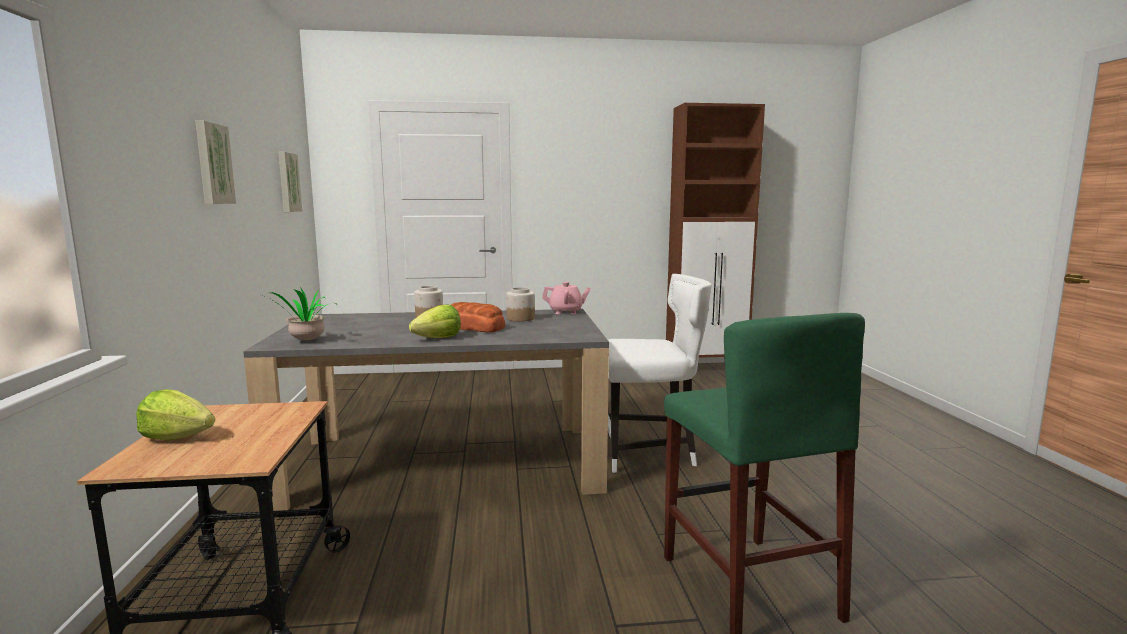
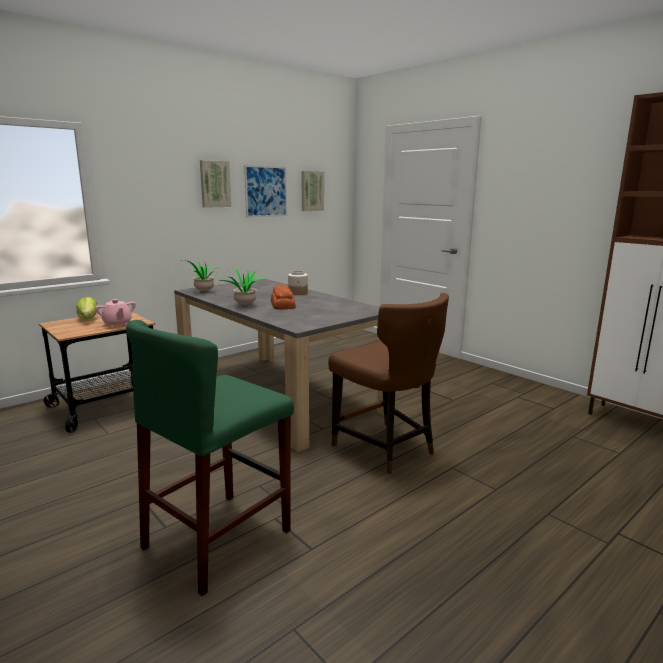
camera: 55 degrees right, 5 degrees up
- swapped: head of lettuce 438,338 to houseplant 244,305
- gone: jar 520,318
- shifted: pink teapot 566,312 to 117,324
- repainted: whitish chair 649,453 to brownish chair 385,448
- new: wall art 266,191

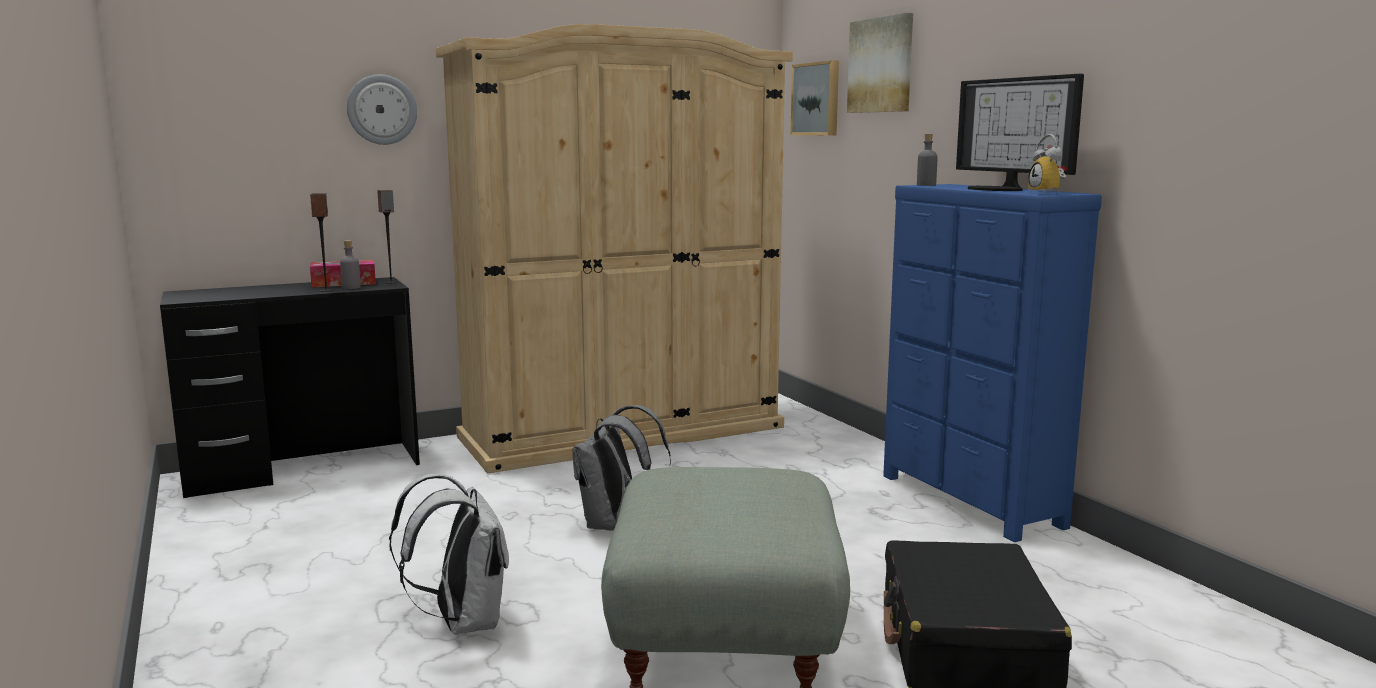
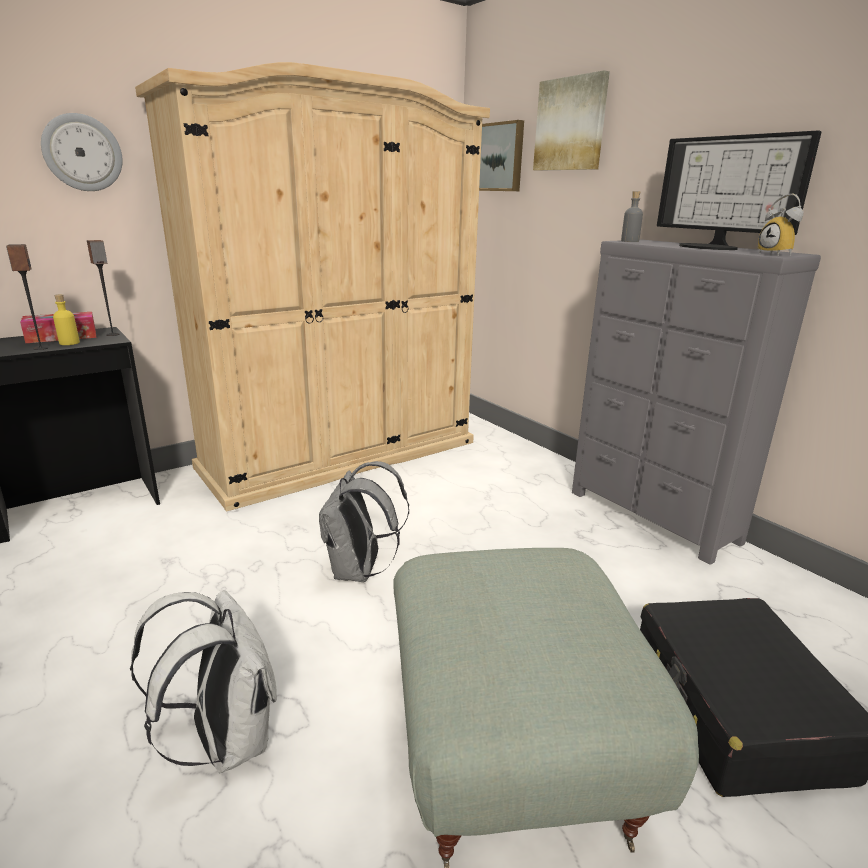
camera: 10 degrees left, 10 degrees up
- repainted: greyish beverage bottle 351,287 to yellow beverage bottle 69,343
- repainted: bluish chest of drawers 968,501 to greyish chest of drawers 651,517

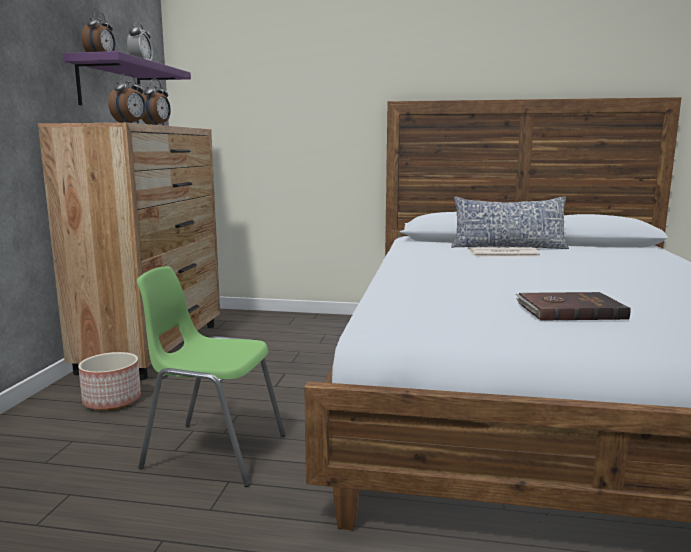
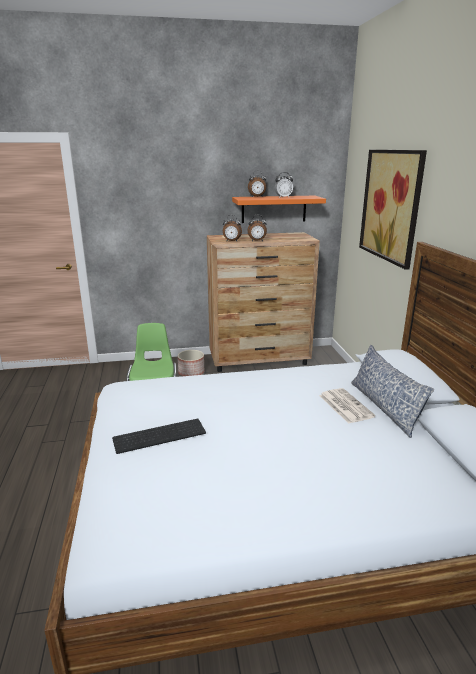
camera: 70 degrees right, 10 degrees up
- repainted: purple-coloured wall shelf 110,86 to orangey wall shelf 274,209
- swapped: brownish volume 569,310 to keyboard 160,435
- new: wall art 391,205

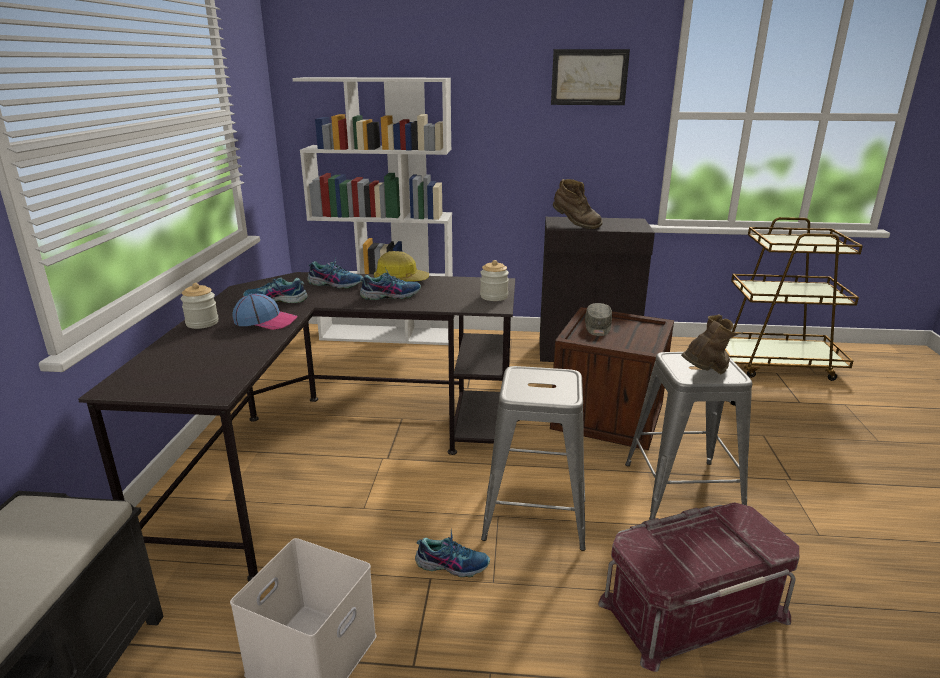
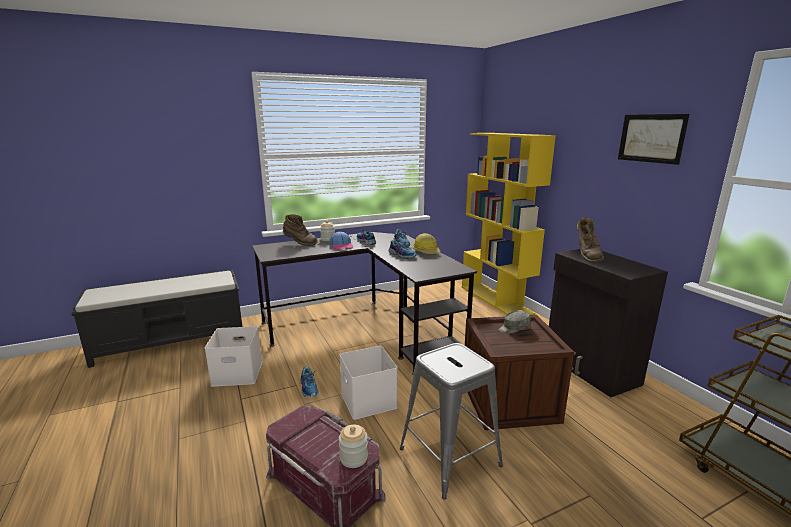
camera: 60 degrees right, 5 degrees down
- repainted: whitish bookcase 388,335 to yellow bookcase 496,300
- shifted: jar 494,296 to 353,458
- swapped: greyish stool 534,513 to whitish storage container 369,400
- shifted: brownish tall boot 706,375 to 300,244

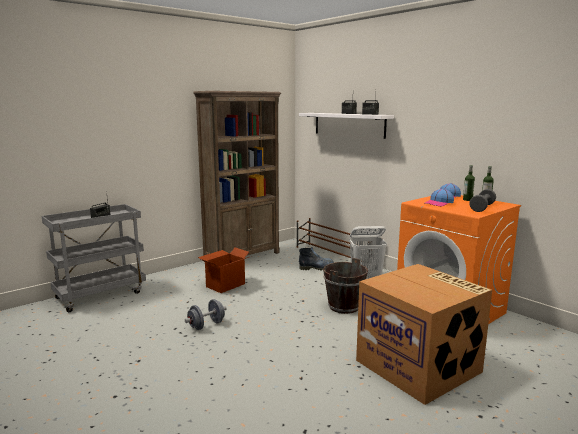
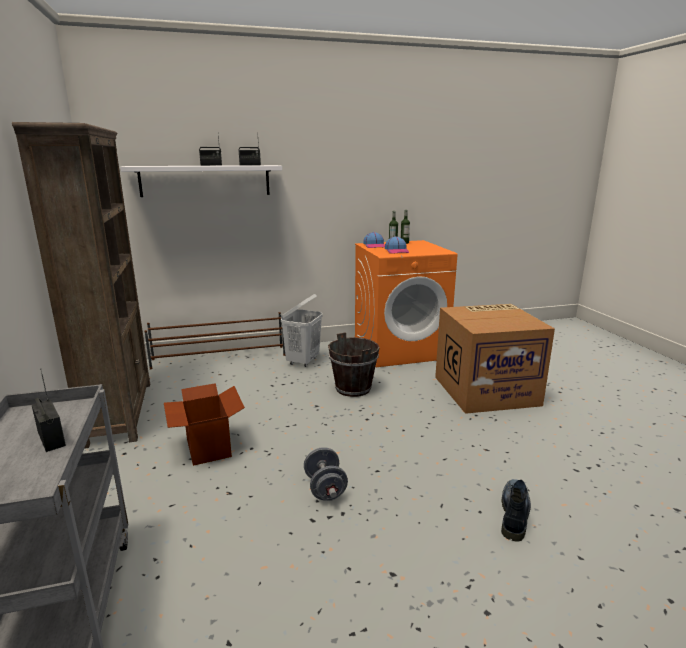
camera: 65 degrees left, 5 degrees up
- shifted: tall boot 317,268 to 514,513
- gone: greyish dumbbell 482,208

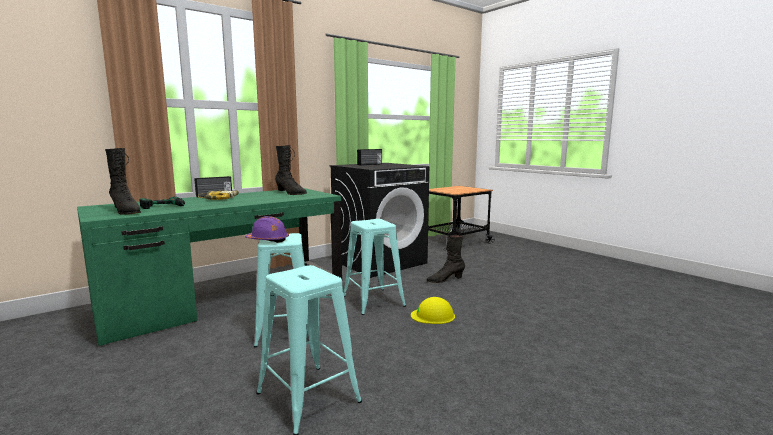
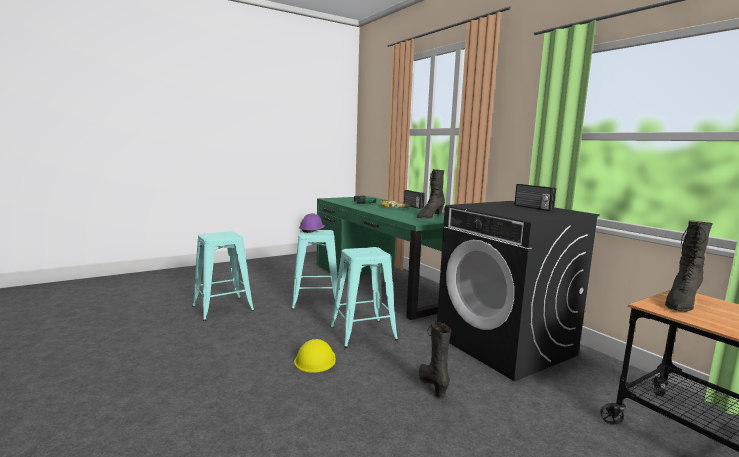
camera: 95 degrees right, 0 degrees up
- shifted: black tall boot 126,211 to 681,303

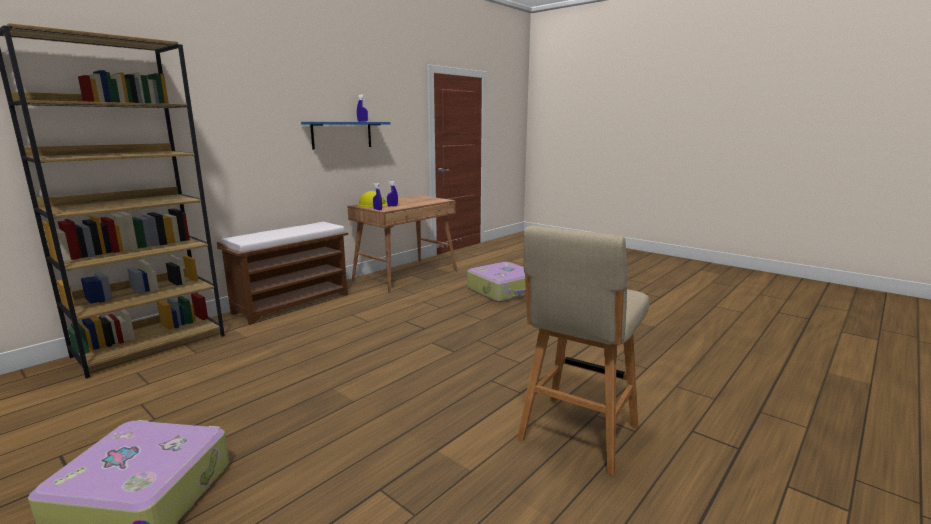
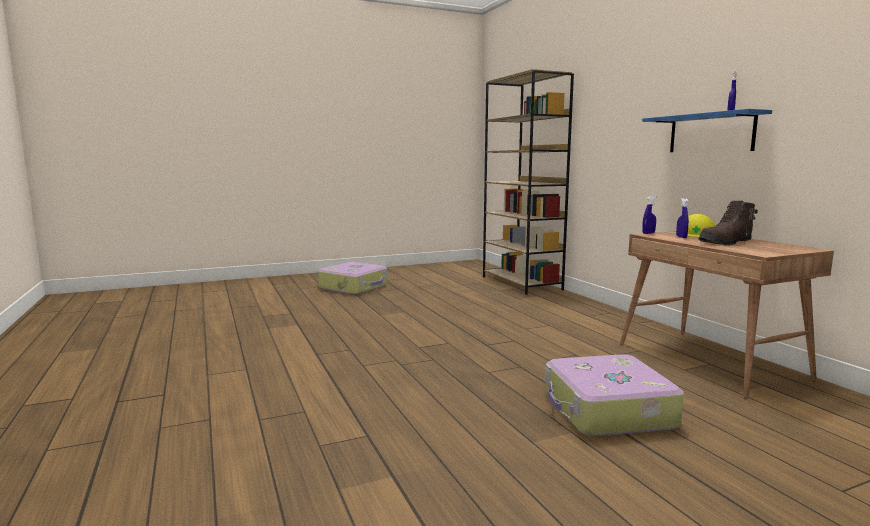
camera: 115 degrees right, 5 degrees down
- gone: brownish bench 293,303
- gone: beige-coloured stool 577,435
- new: brownish tall boot 726,243

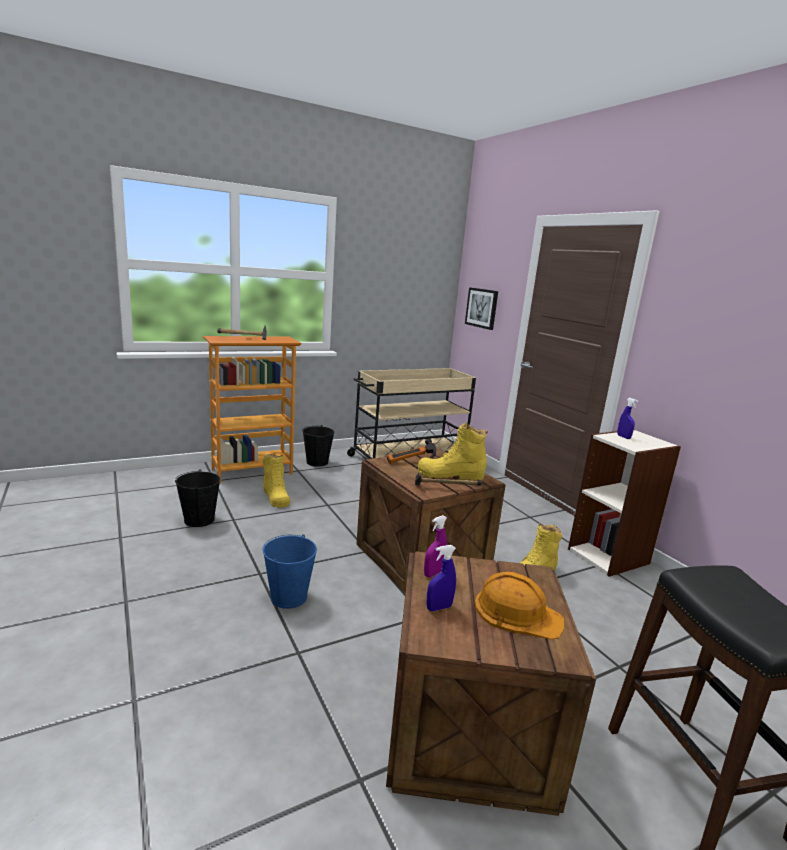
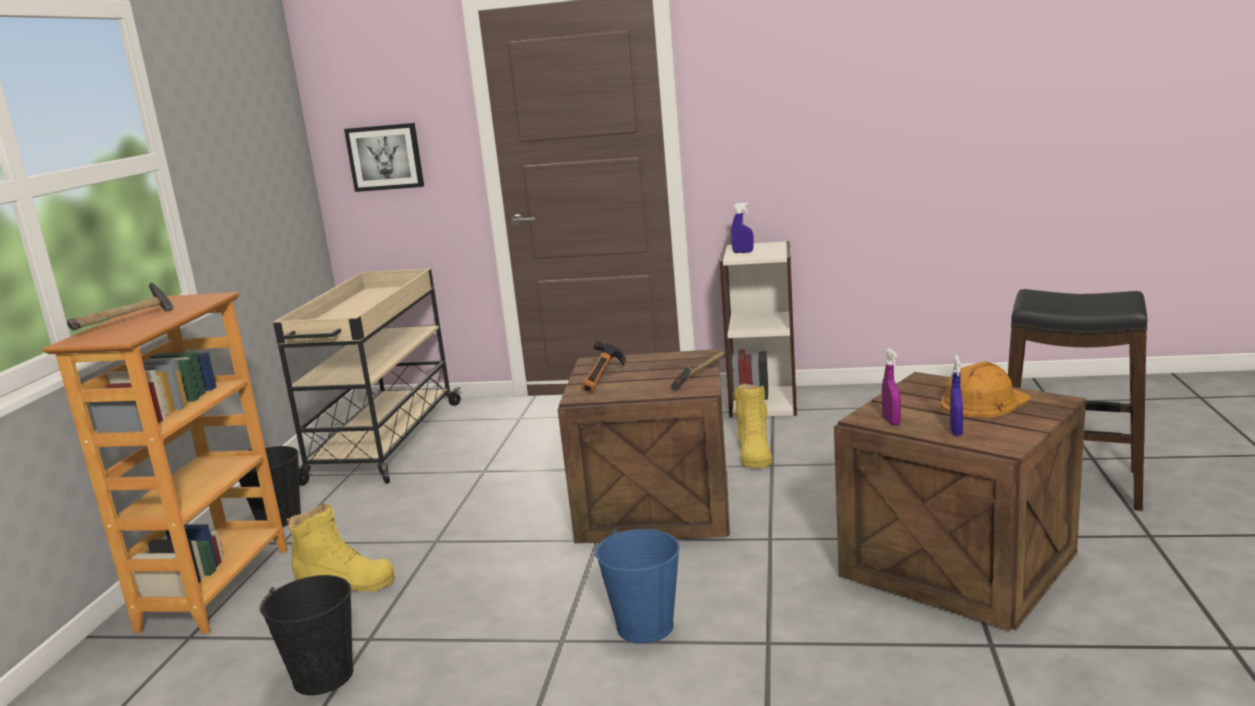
camera: 50 degrees left, 0 degrees up
- gone: yellow tall boot 450,475

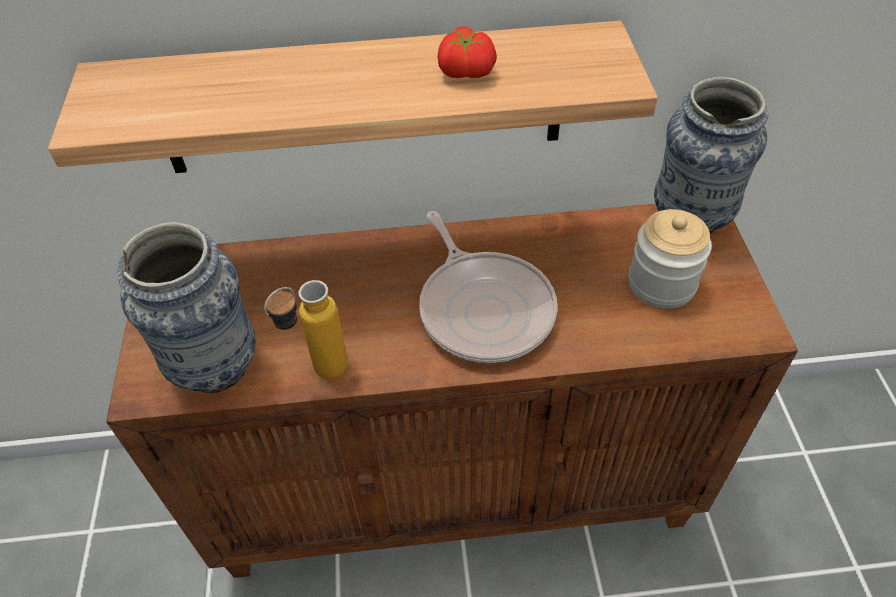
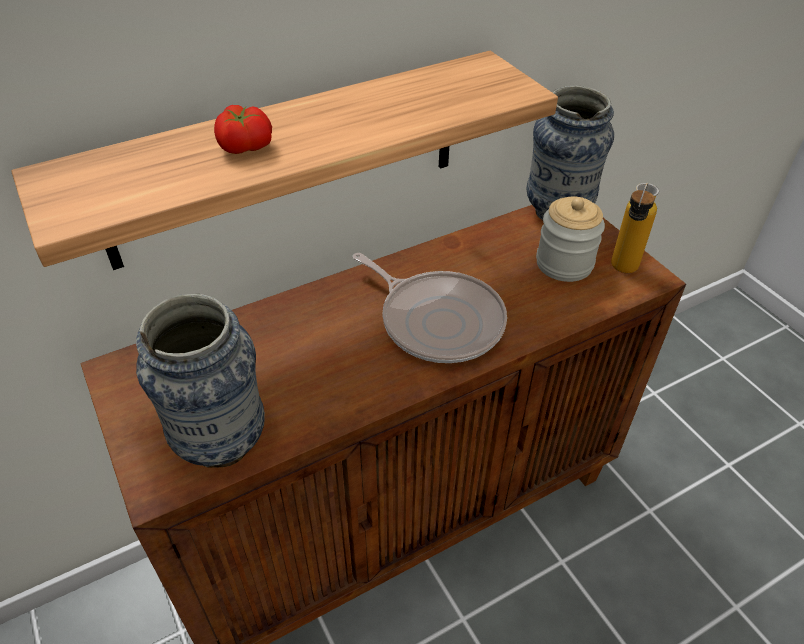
camera: 25 degrees left, 5 degrees down
- shifted: beverage bottle 319,374 to 621,272
- shifted: whole tomato 465,72 to 244,148

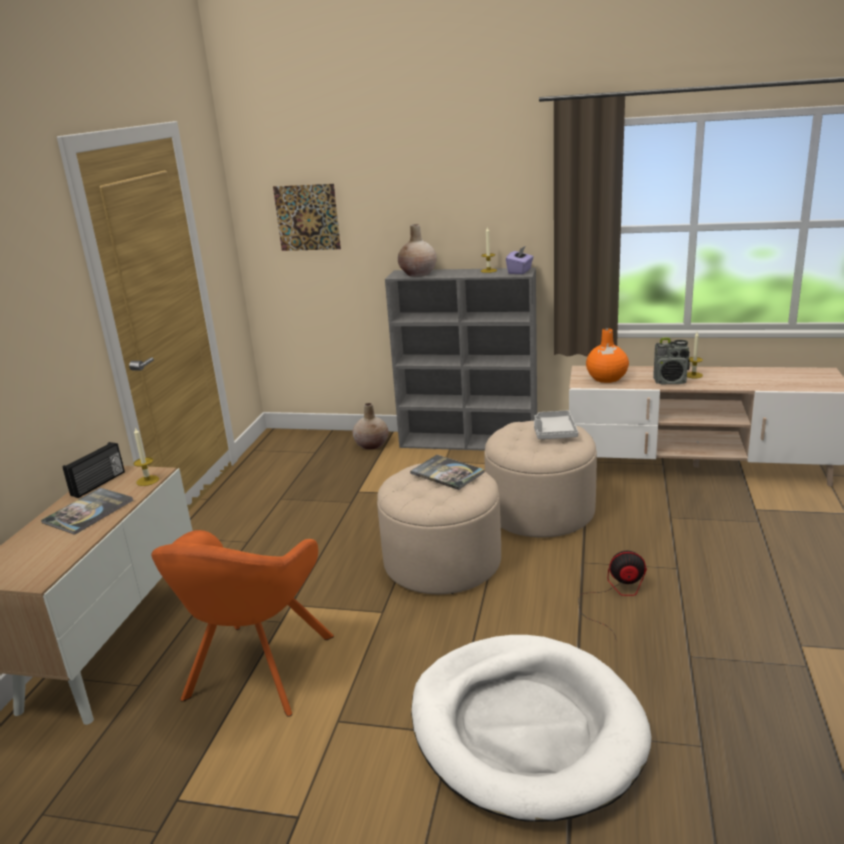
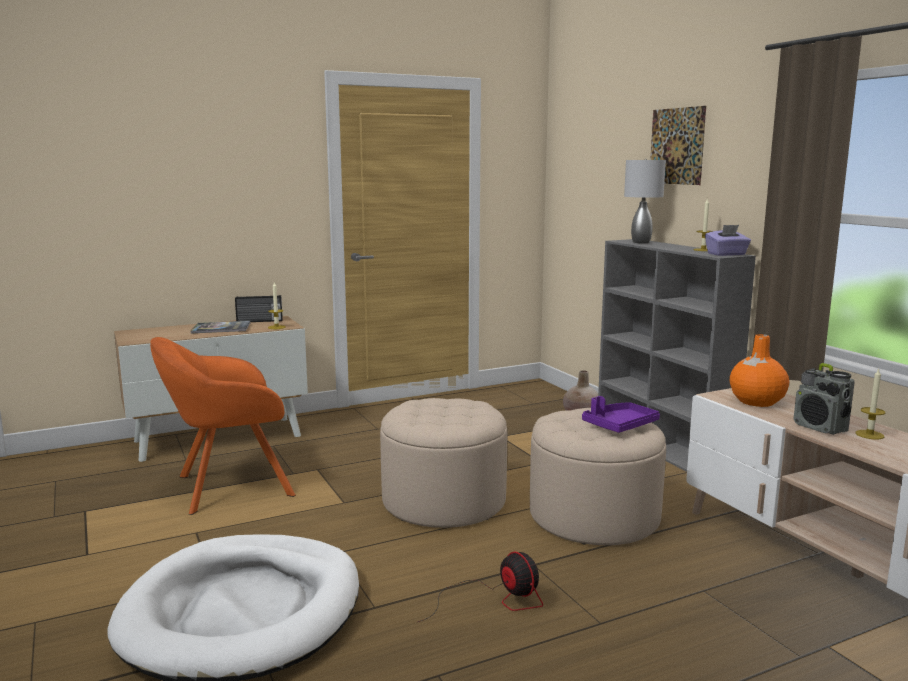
camera: 50 degrees right, 10 degrees down
- shifted: wall art 307,217 to 676,146
- swapped: beige-coloured vase 418,274 to greyish tabletop lamp 641,242
- gone: volume 447,473
- repainted: greyish carrying tray 554,432 to purple-coloured carrying tray 619,425

